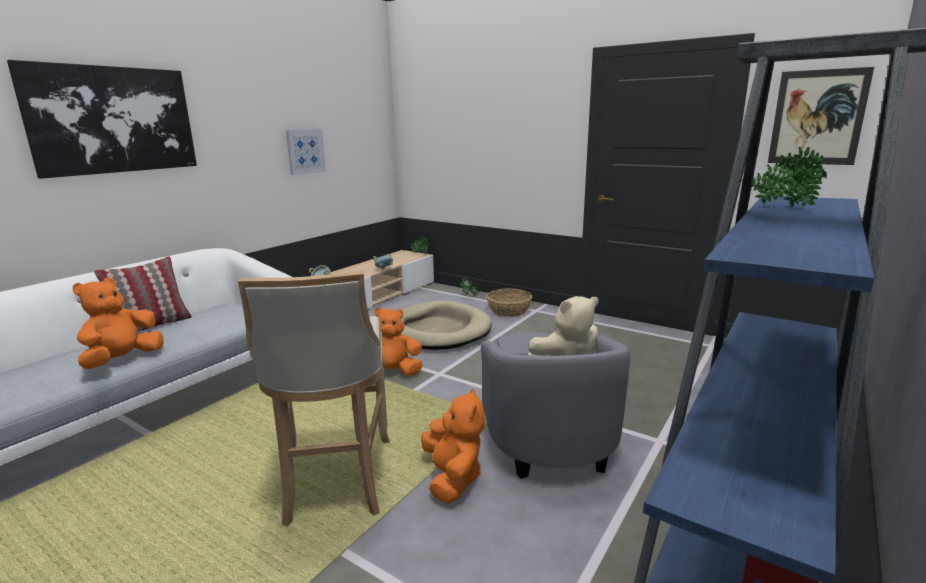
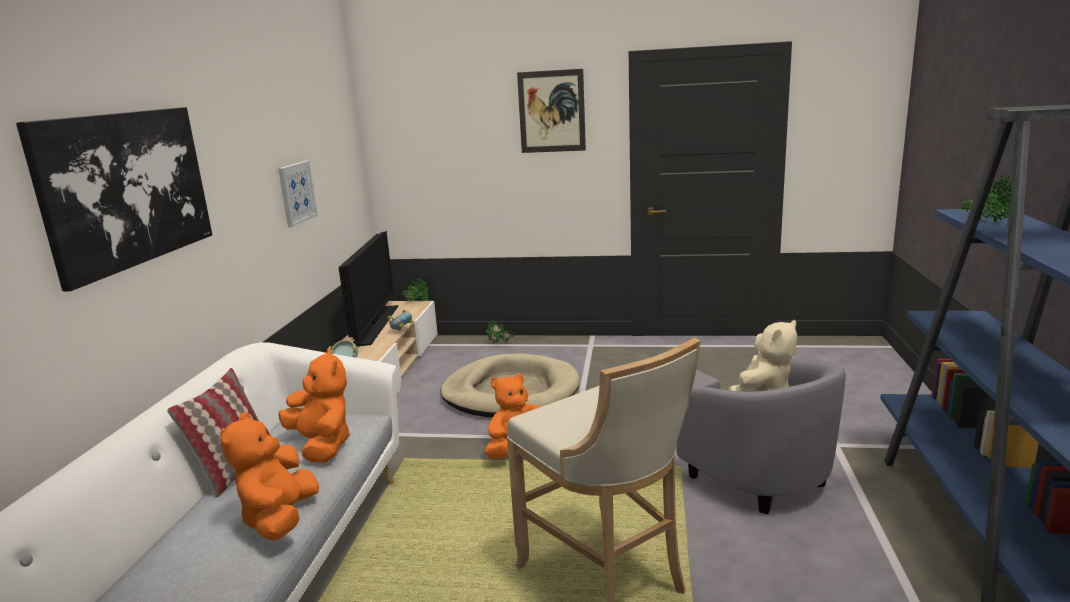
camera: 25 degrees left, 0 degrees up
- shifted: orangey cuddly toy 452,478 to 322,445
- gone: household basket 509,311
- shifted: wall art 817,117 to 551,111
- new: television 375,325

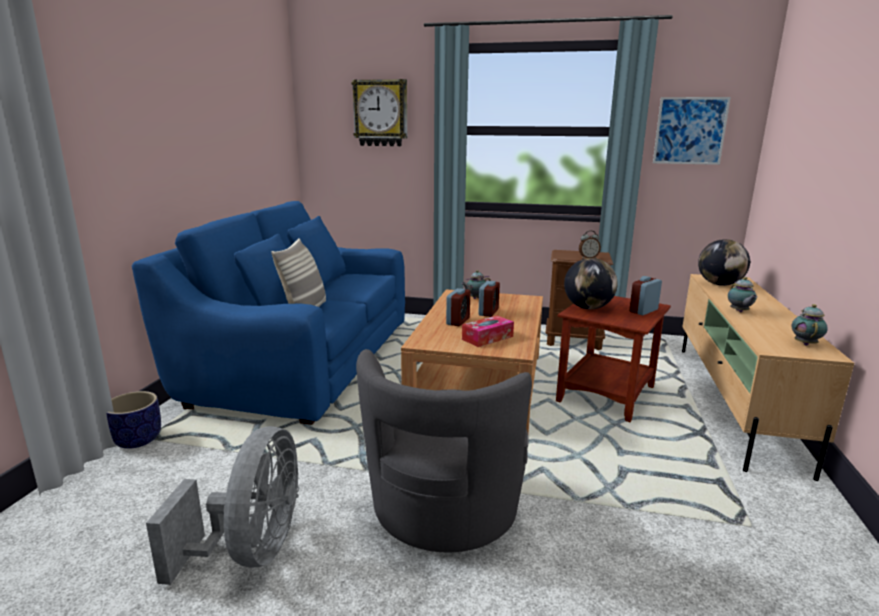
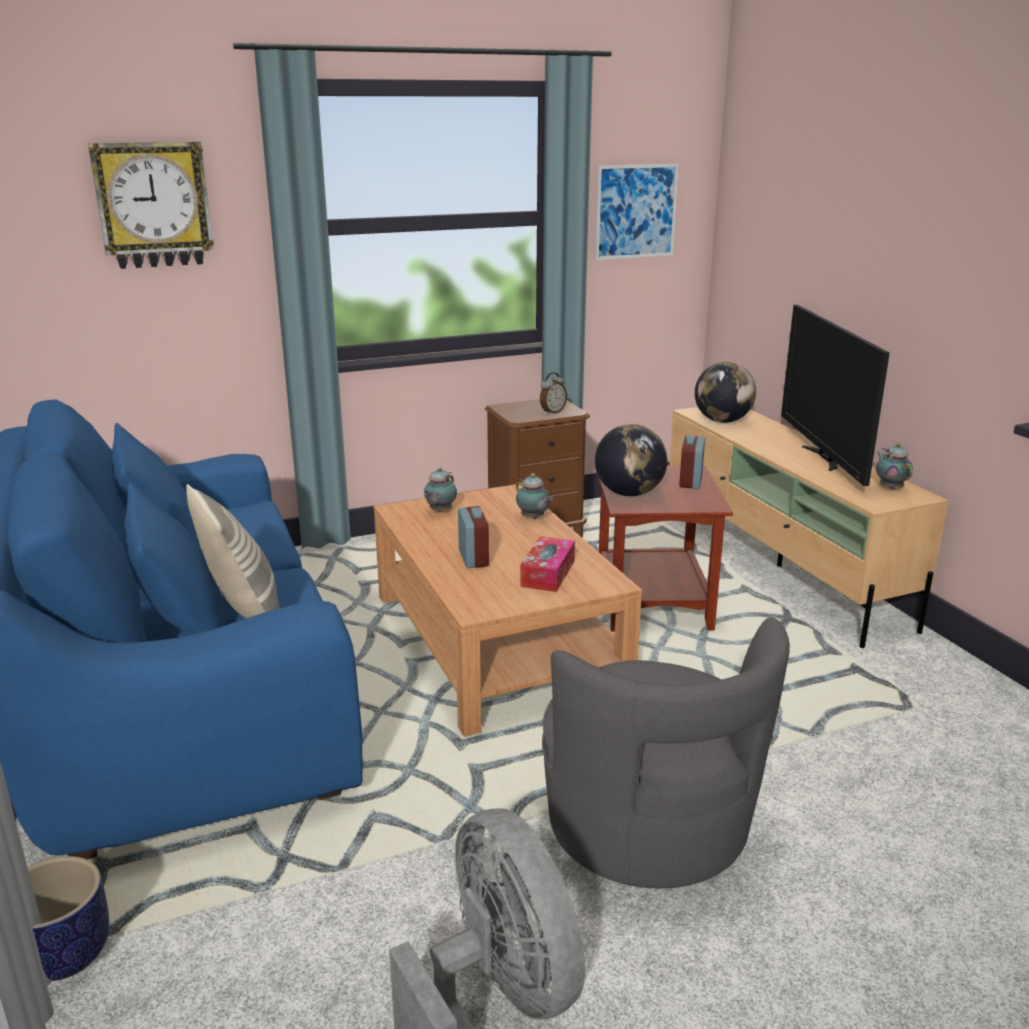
camera: 35 degrees left, 5 degrees up
- gone: table clock 488,312
- shifted: teapot 739,311 to 533,518
- new: television 823,458

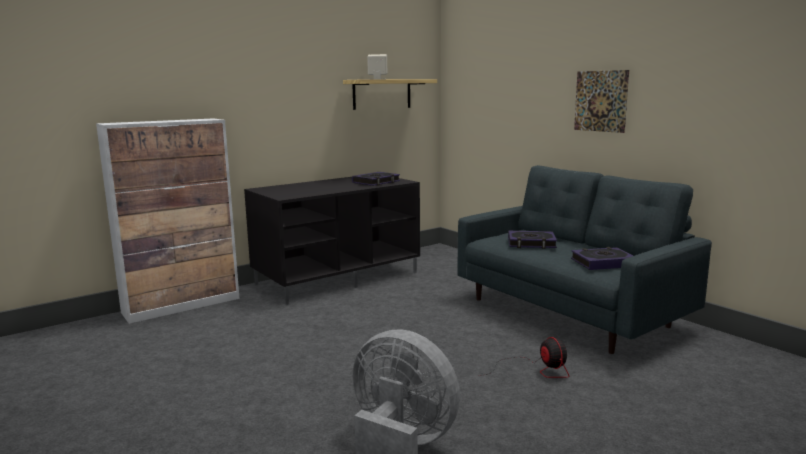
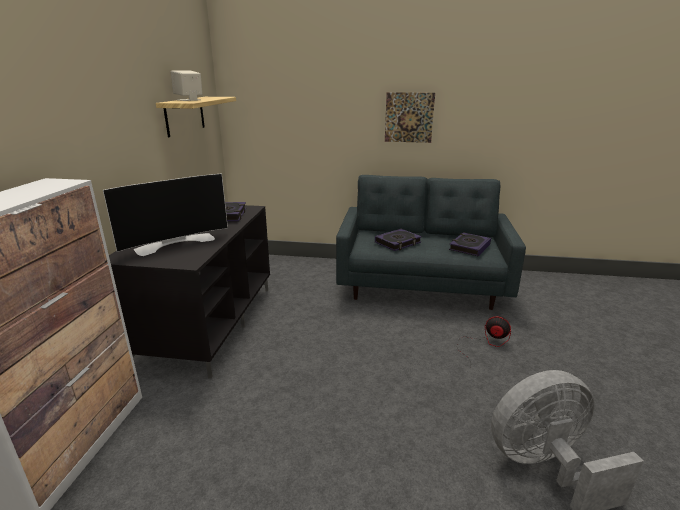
camera: 45 degrees left, 10 degrees up
- new: television 175,242

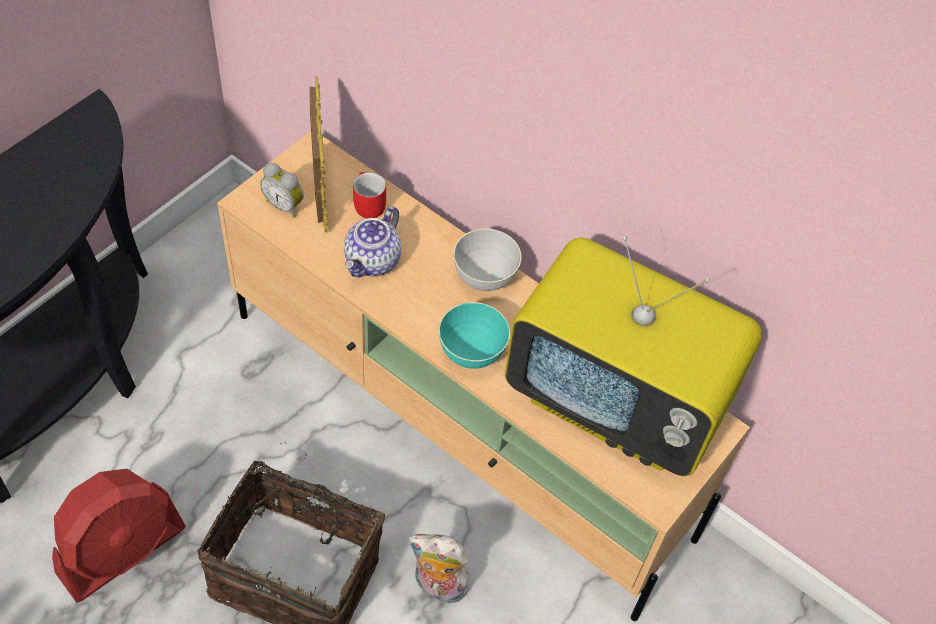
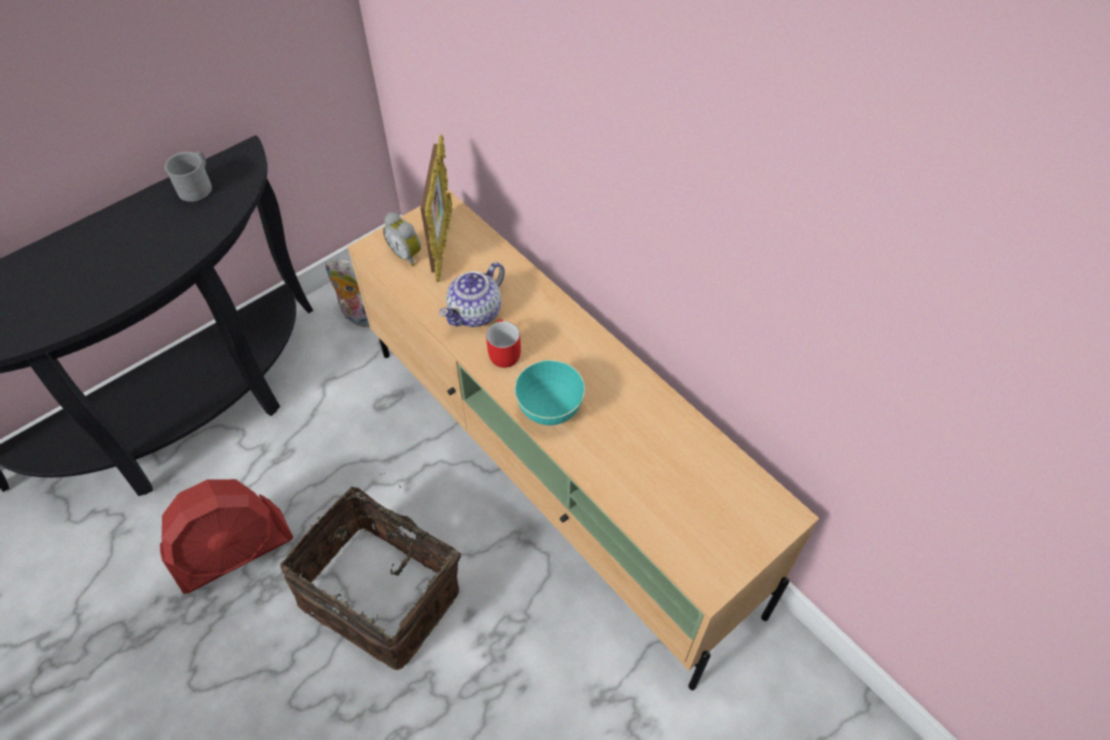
camera: 15 degrees right, 0 degrees up
- shifted: red-coloured coffee mug 366,204 to 501,352
- shifted: cuddly toy 438,587 to 357,316
- gone: greyish deep dish 484,277
- gone: television 618,402
- new: greyish coffee mug 197,186

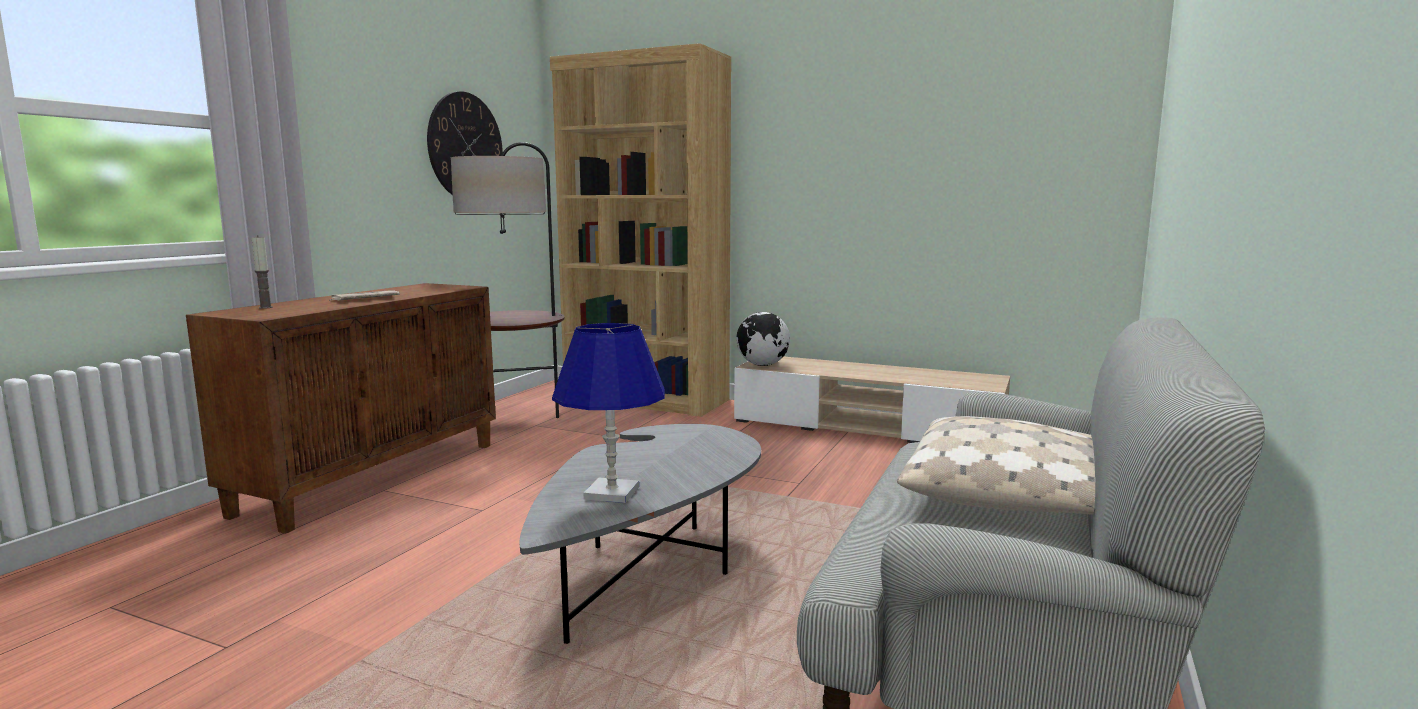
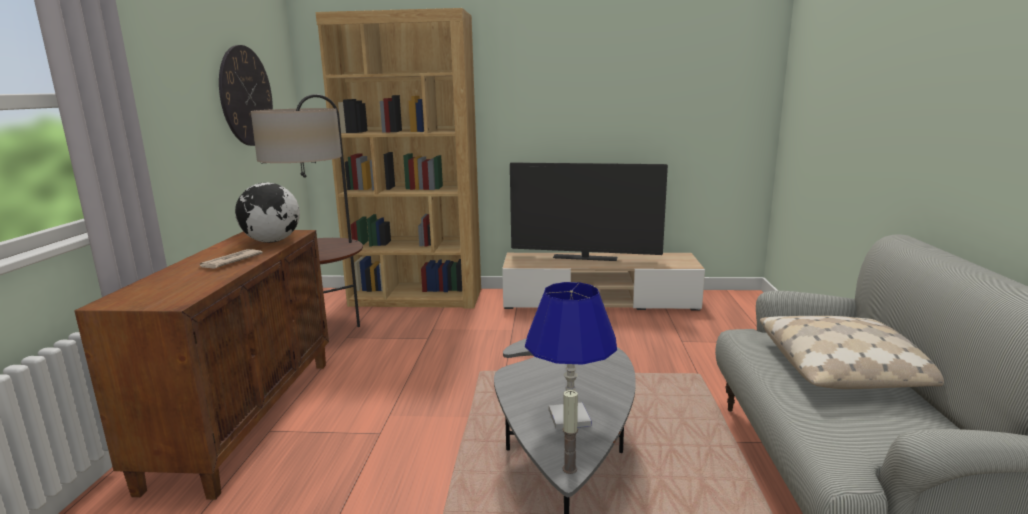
camera: 20 degrees left, 5 degrees up
- shifted: wax candle 265,307 to 569,469
- shifted: world globe 762,365 to 272,241
- new: television 585,258

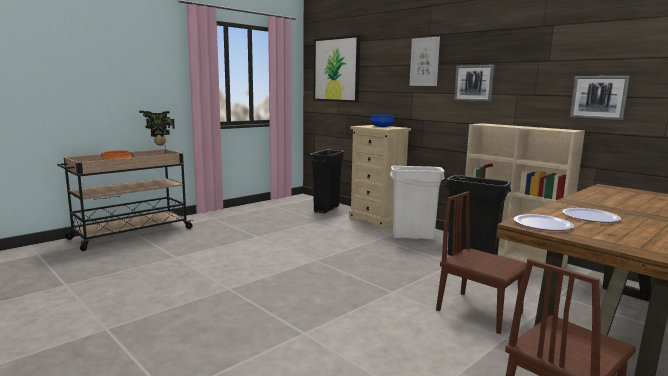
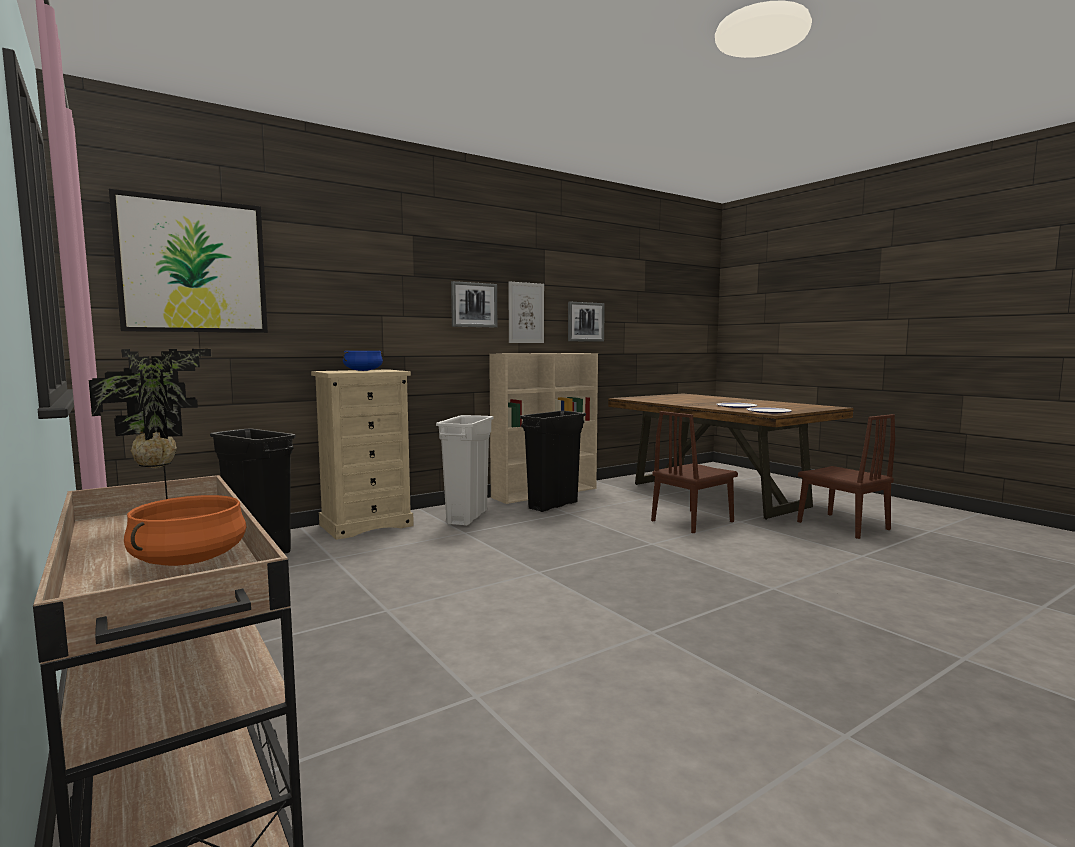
camera: 80 degrees left, 5 degrees down
- shifted: wall art 424,62 to 526,313

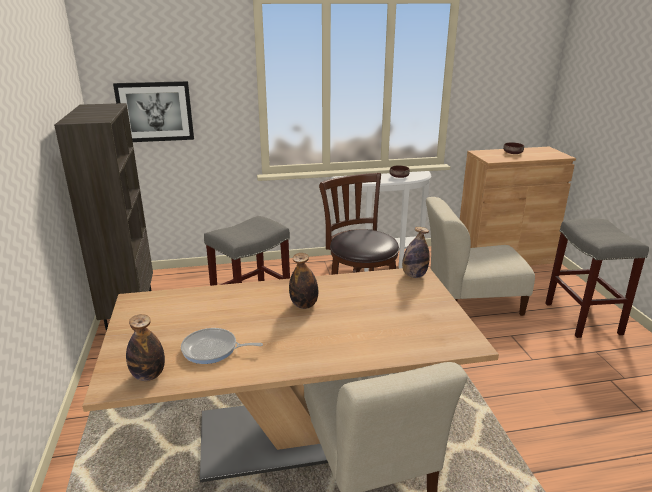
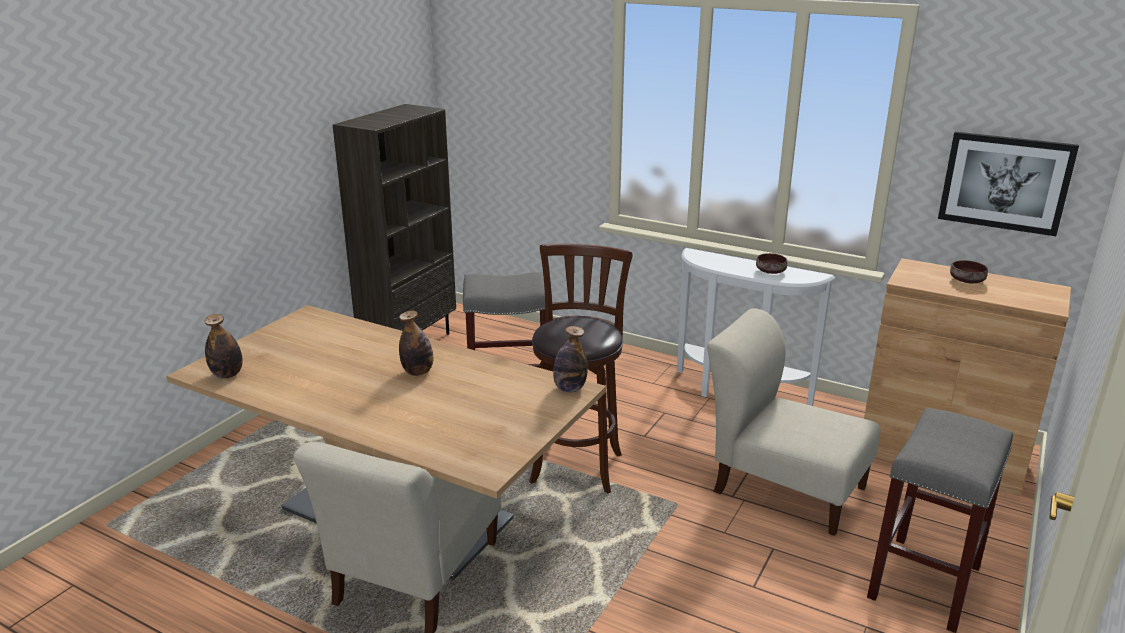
camera: 40 degrees right, 0 degrees up
- shifted: wall art 155,111 to 1005,182
- gone: skillet 213,350

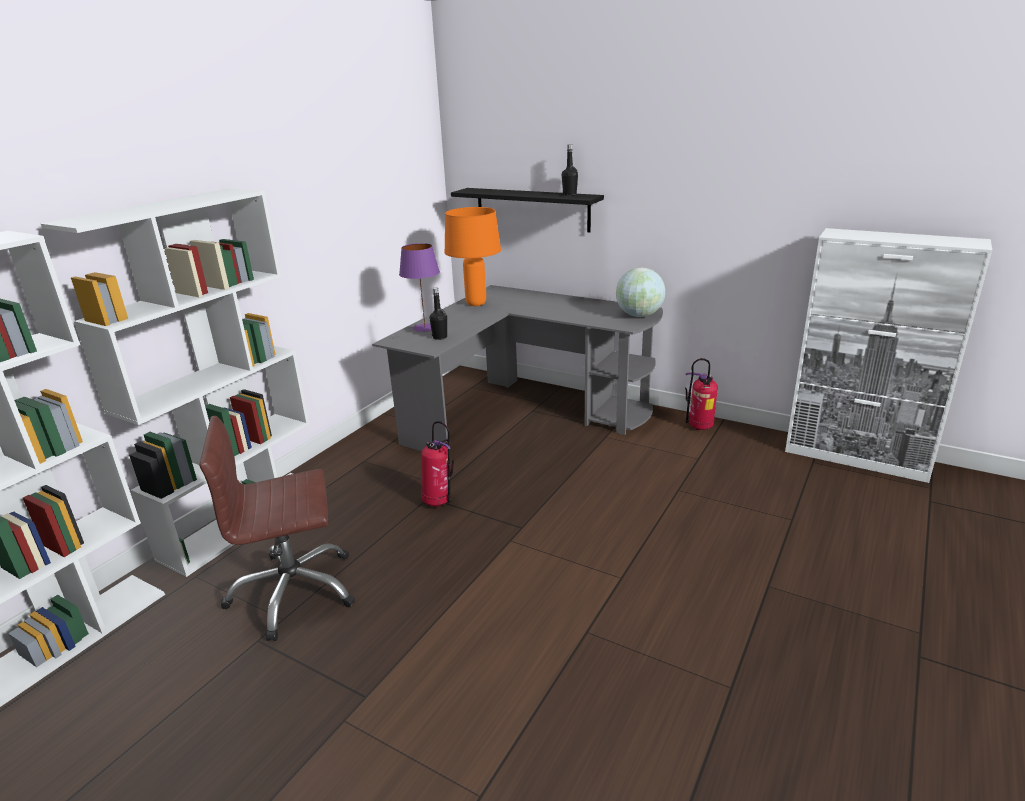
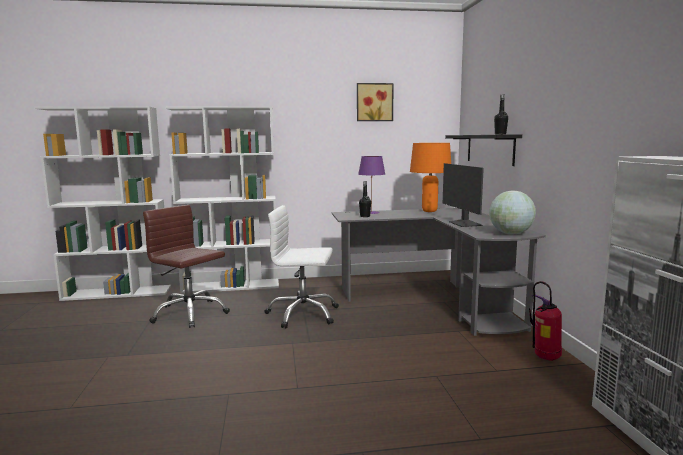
camera: 50 degrees right, 15 degrees down
- swapped: fire extinguisher 439,502 to whitish computer chair 303,314
- new: wall art 374,102
- new: computer display 464,224

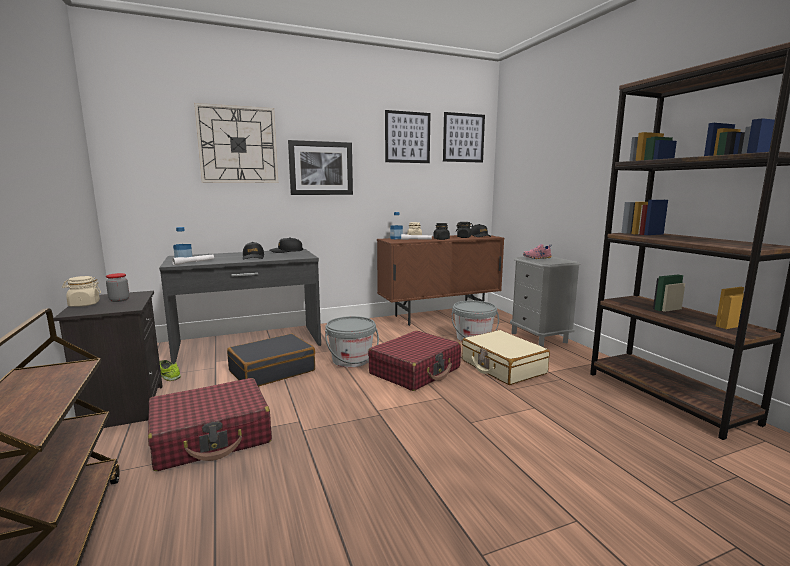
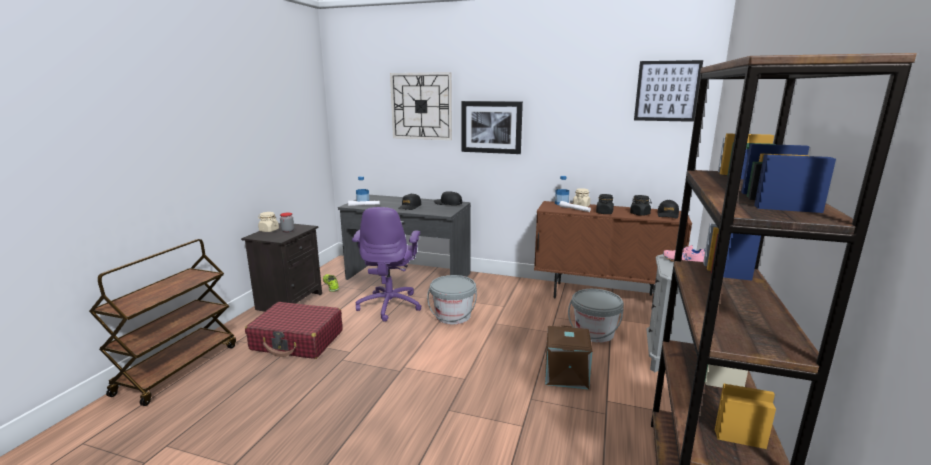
camera: 40 degrees right, 5 degrees up
- swapped: black piece of luggage 272,371 to purple-coloured computer chair 390,305
- gone: red-coloured piece of luggage 415,371
- gone: wall art 407,137
- swapped: beige-coloured piece of luggage 502,367 to brownish storage container 567,375

